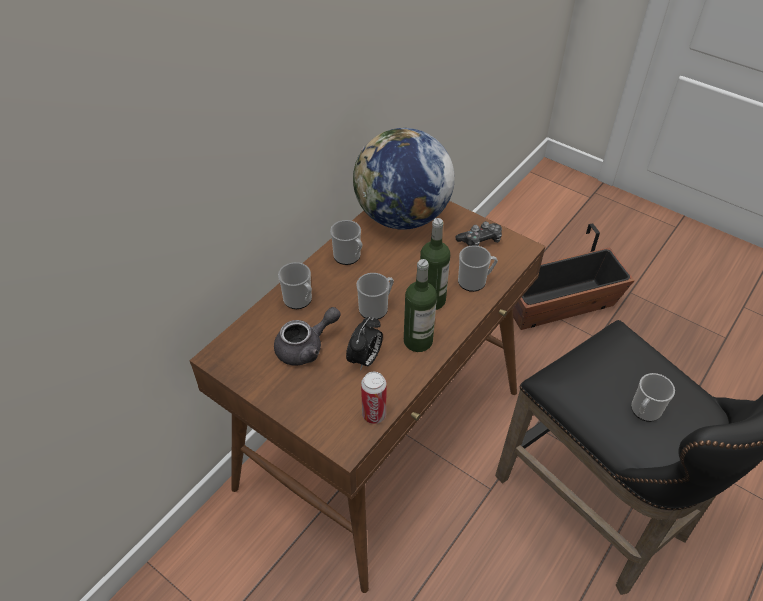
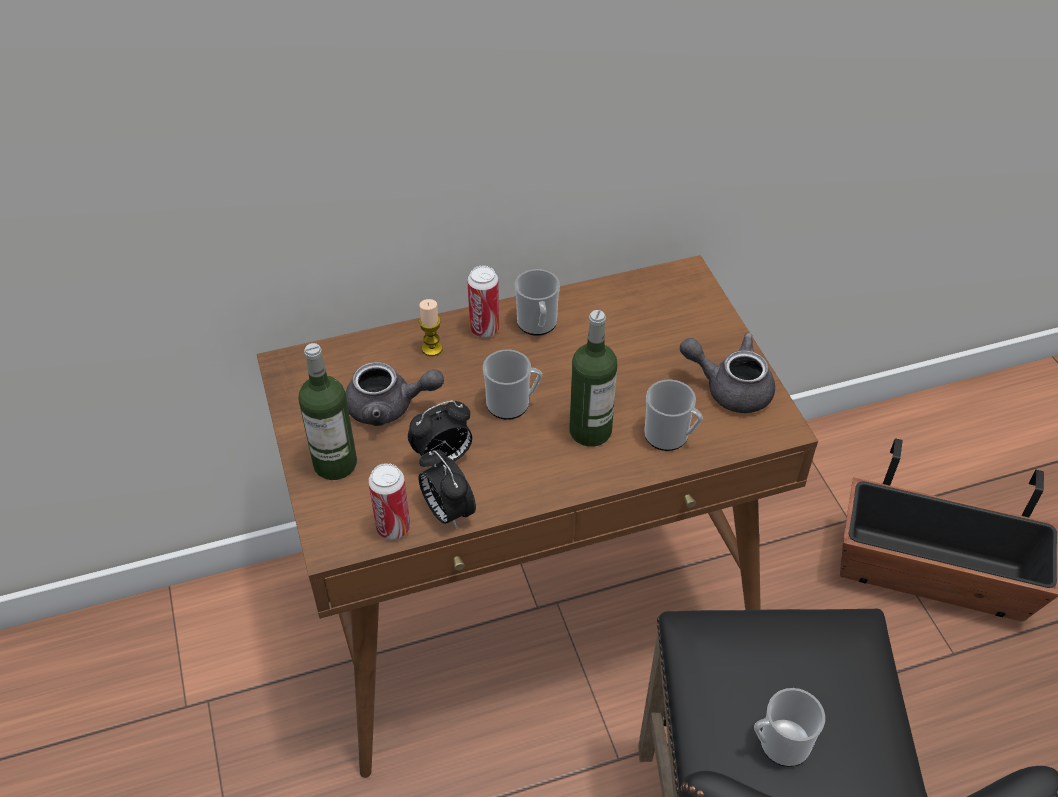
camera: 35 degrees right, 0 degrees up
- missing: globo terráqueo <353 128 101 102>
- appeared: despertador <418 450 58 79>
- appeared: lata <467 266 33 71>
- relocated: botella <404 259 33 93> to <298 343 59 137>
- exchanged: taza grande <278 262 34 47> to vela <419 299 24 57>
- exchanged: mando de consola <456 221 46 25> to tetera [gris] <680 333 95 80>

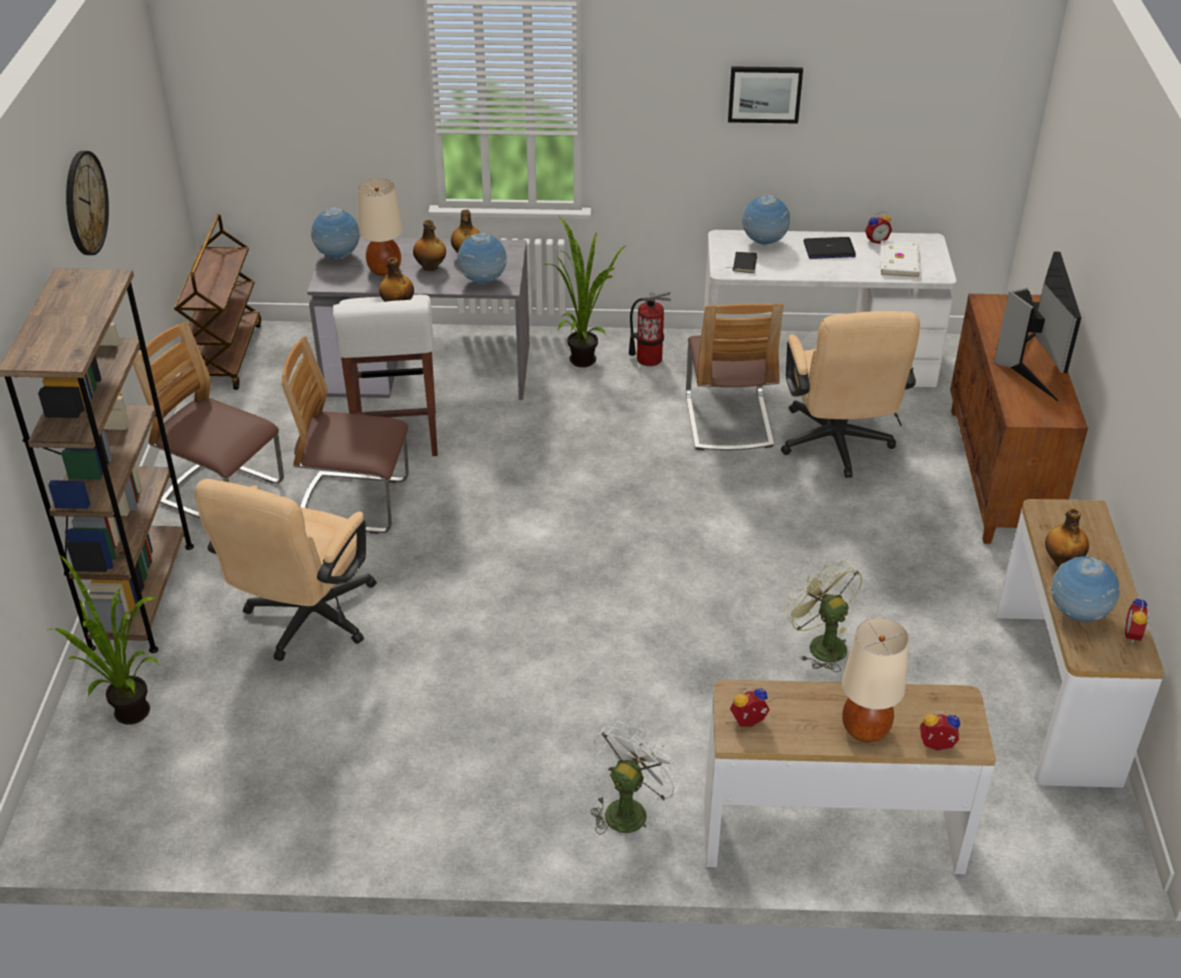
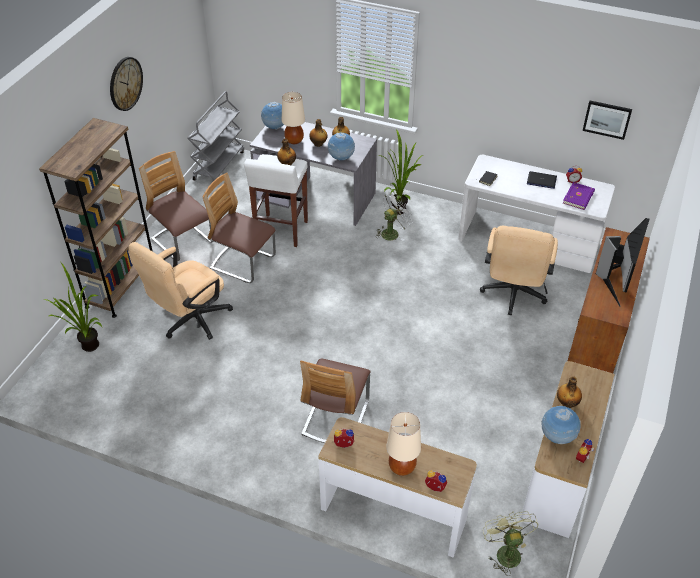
camera: 20 degrees right, 5 degrees up
- missing: extintor <629 291 42 75>
- missing: globo terráqueo <742 194 48 52>
- relocated: ventilador [blanco] <591 721 91 113> to <376 192 37 49>
- relocated: silla <686 304 98 146> to <300 359 70 84>
- relocated: cuadro <728 66 75 58> to <582 101 50 39>
- relocated: ventilador [verde] <784 560 79 112> to <483 511 56 65>
- colour: carrito [marrón] <174 214 87 176> to carrito [gris] <187 91 57 89>
- colour: libro [blanco] <880 240 40 38> to libro [morado] <563 182 32 28>

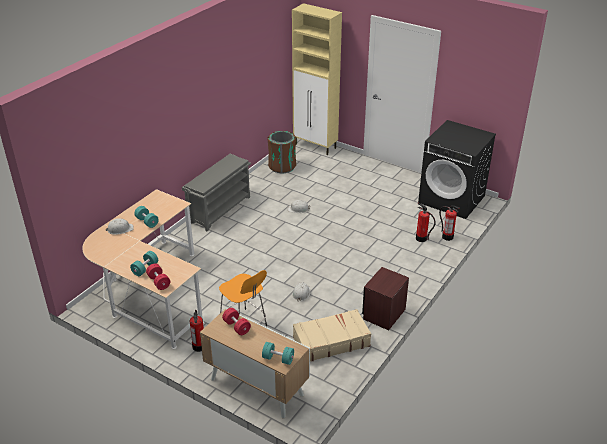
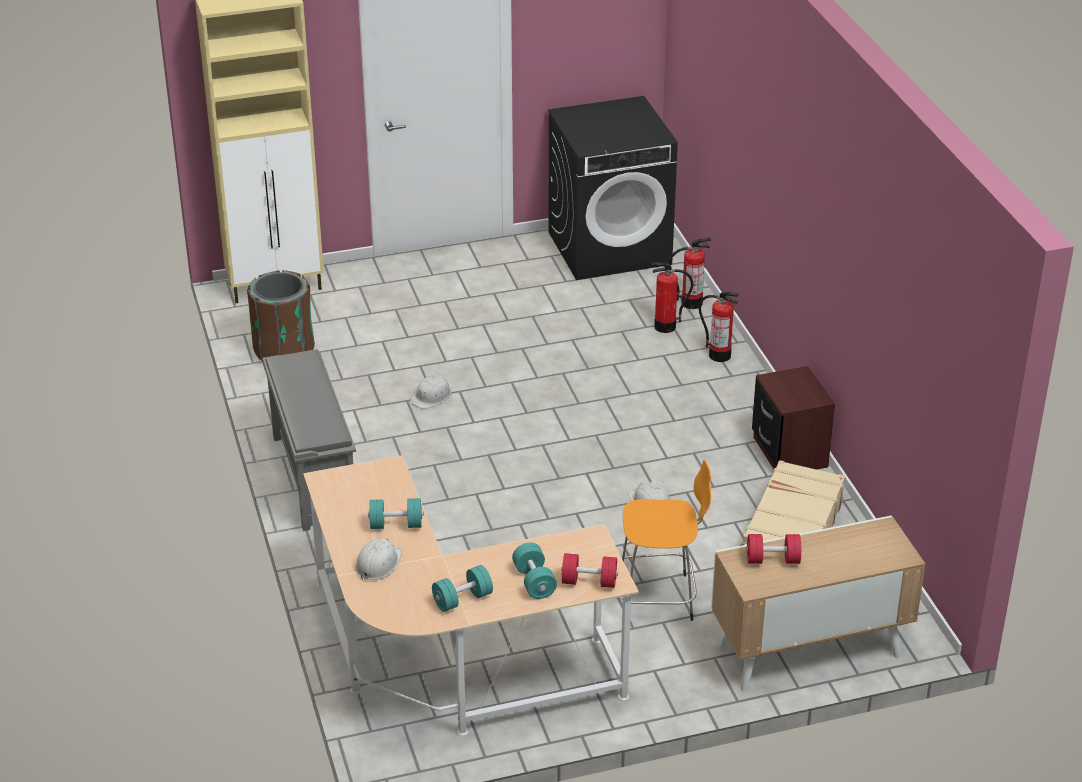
camera: 50 degrees left, 0 degrees up
- relocated: extintor <190 310 14 42> to <698 292 42 70>
- relocated: mancuerna [turquesa] <262 342 32 23> to <432 565 61 47>

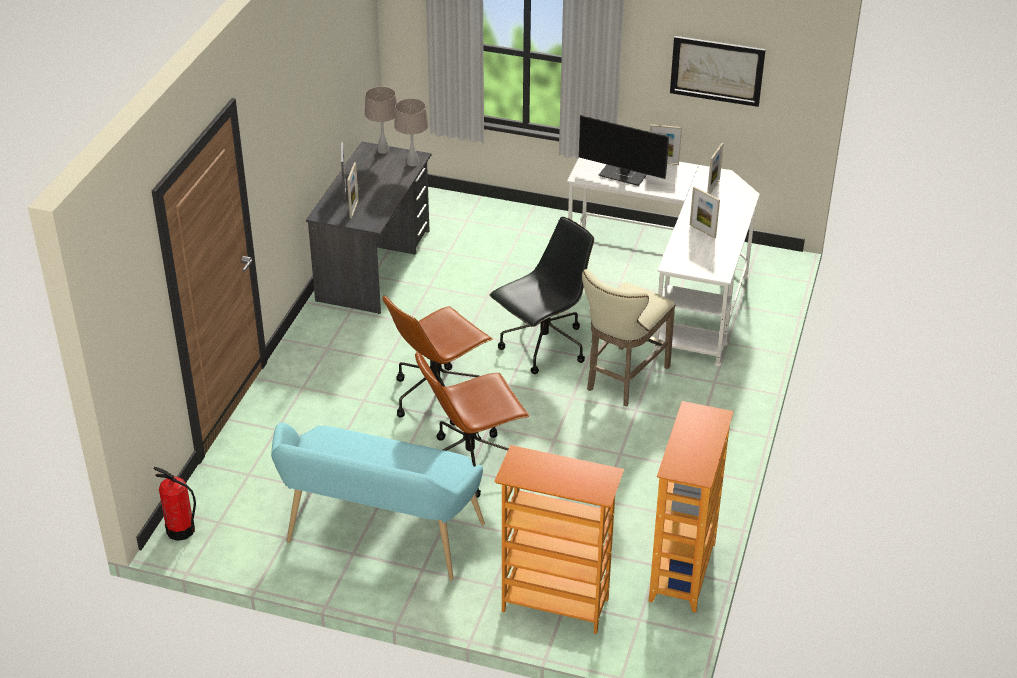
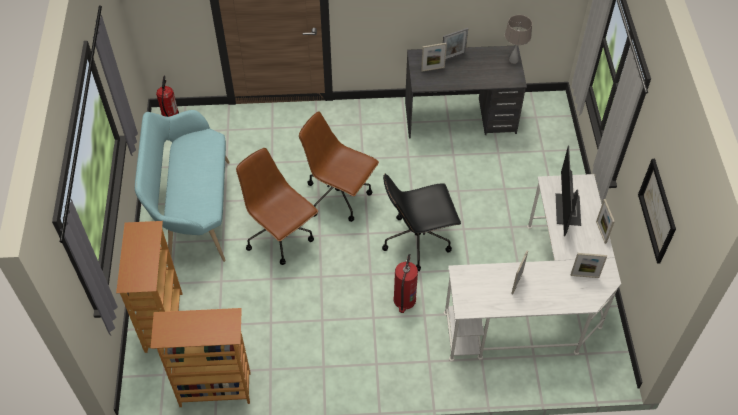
camera: 70 degrees right, 15 degrees up
- missing: lámpara de mesa [beis] <394 98 34 68>
- exchanged: taburete [beis] <582 269 93 138> to extintor <393 254 25 59>
- spun: silla de oficina [negro] <490 217 104 157> = <382 174 79 97> 135 degrees clockwise

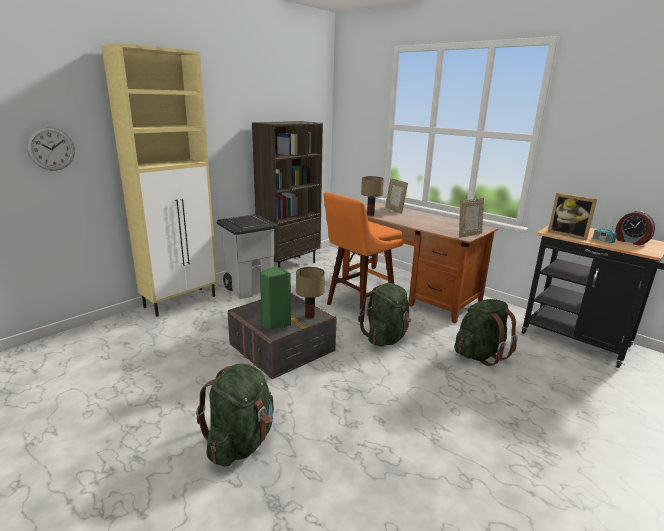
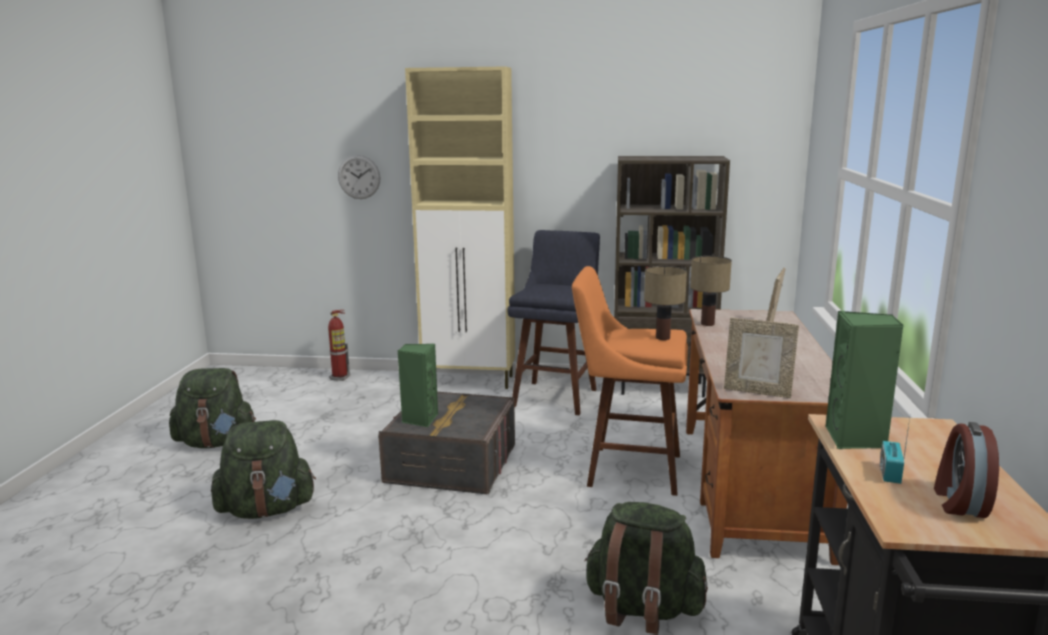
camera: 55 degrees right, 5 degrees down
- appeared: extintor <328 310 22 71>
- relocated: lámpara de mesa <296 267 29 51> to <644 266 43 74>
- relocated: mochila [verde] <358 283 53 64> to <169 368 87 80>
- exchanged: papelera [gris] <217 215 62 84> to taburete [azul] <508 230 92 185>
- exchanged: portarretratos <548 193 49 47> to altavoz [verde] <826 311 78 138>

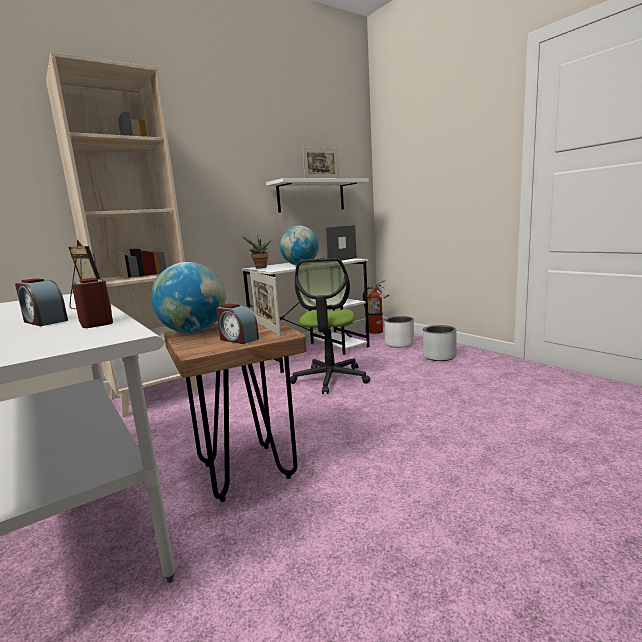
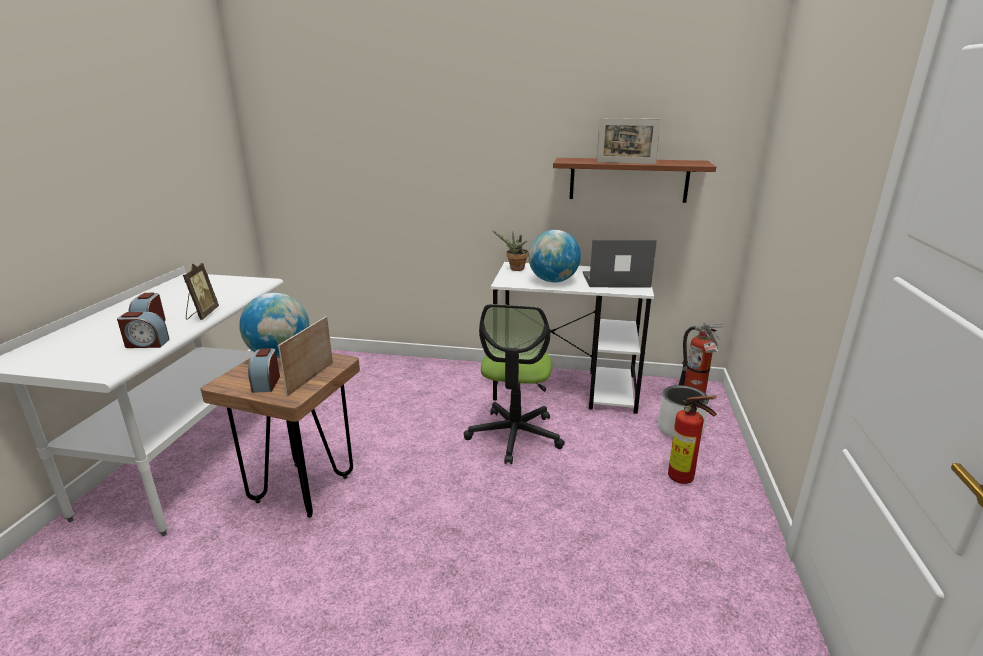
camera: 45 degrees right, 10 degrees up
- missing: estantería [beis] <46 52 153 366>
- exchanged: maceta [gris] <423 325 34 36> to extintor <668 396 49 88>
- colour: estante [blanco] <266 178 103 35> to estante [marrón] <553 158 163 45>
- spun: despertador <72 278 41 50> = <117 312 53 36> 75 degrees clockwise
- spun: silla de oficina <290 258 80 136> = <464 304 101 160> 45 degrees counterclockwise

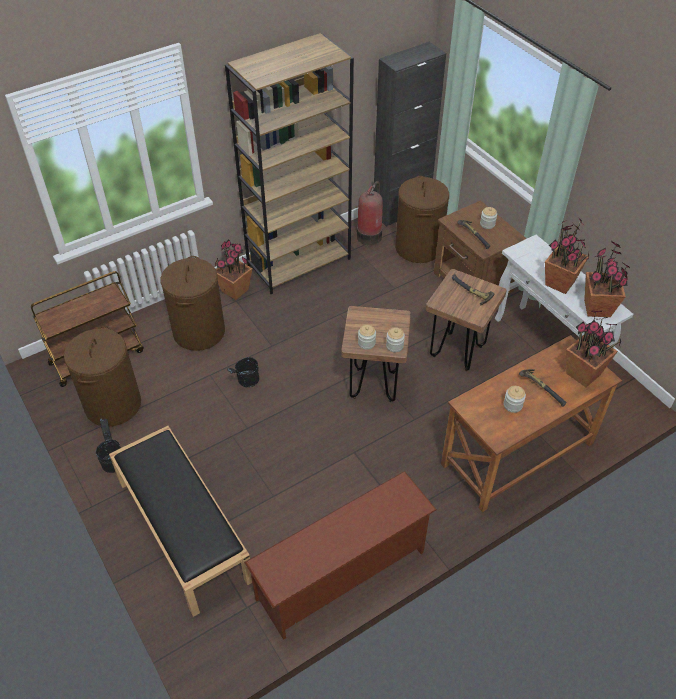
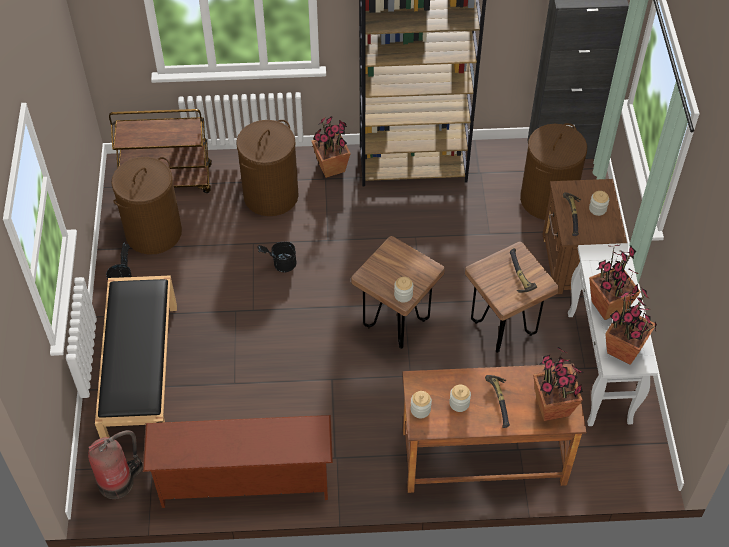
camera: 30 degrees right, 5 degrees up
- relocated: extintor <357 181 26 64> to <88 430 55 69>
- relocated: tarro <358 325 18 25> to <410 391 22 27>

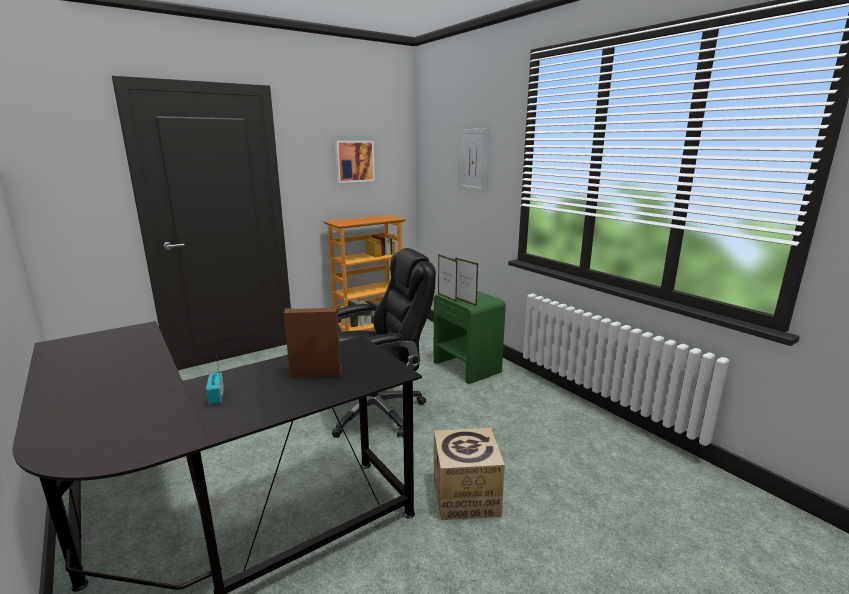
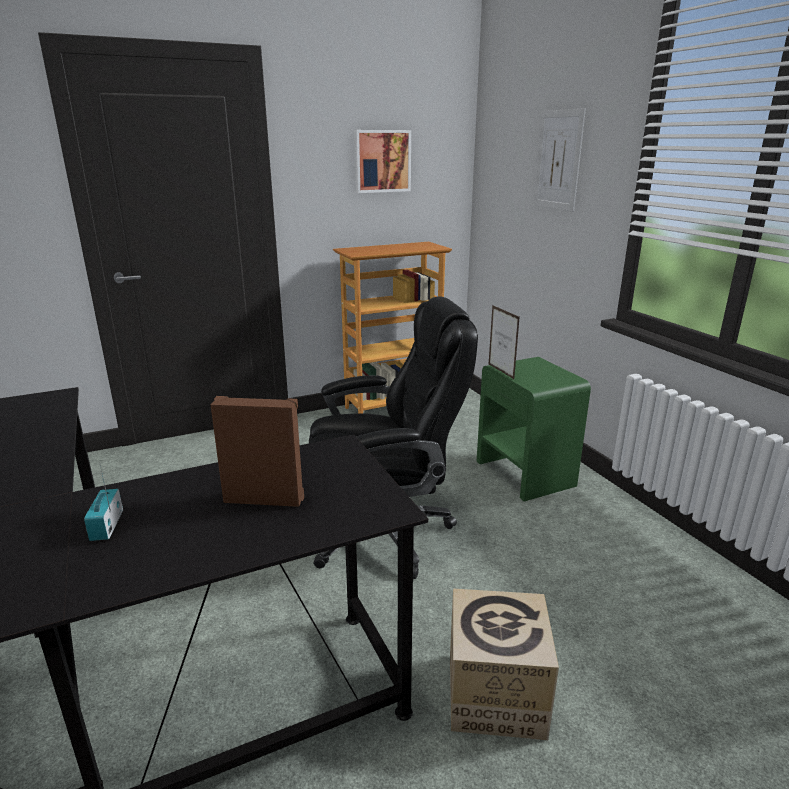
camera: 10 degrees right, 5 degrees up
- missing: portarretratos <455 257 23 49>

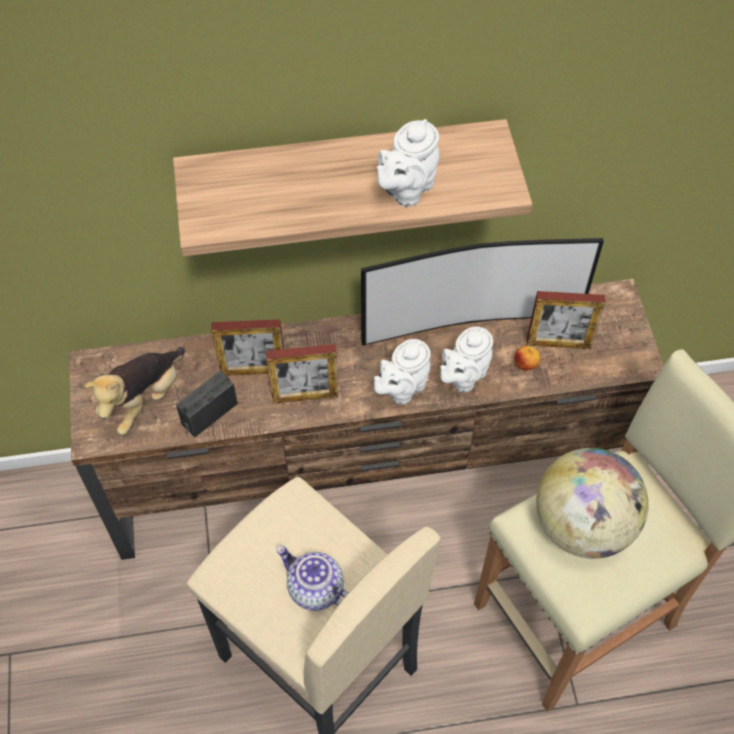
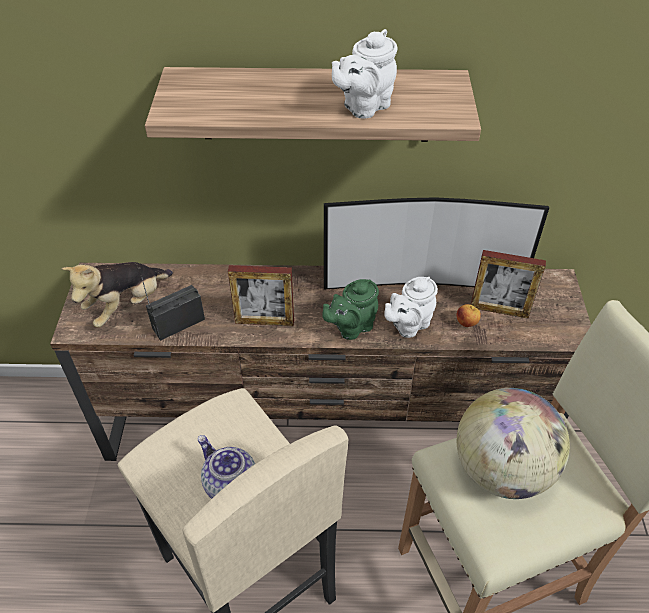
camera: 10 degrees right, 10 degrees down
- missing: portarretratos <211 319 73 57>
- colour: tetera [blanco] <374 339 57 66> to tetera [verde] <322 279 57 61>

